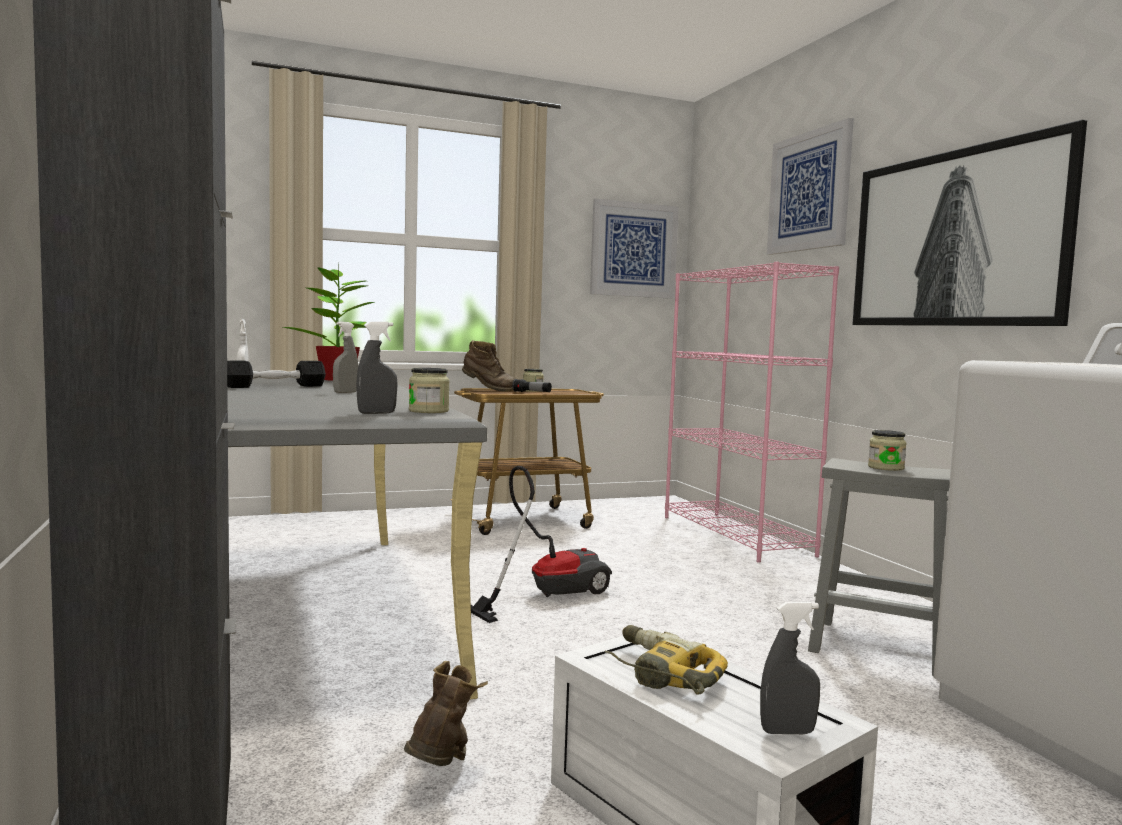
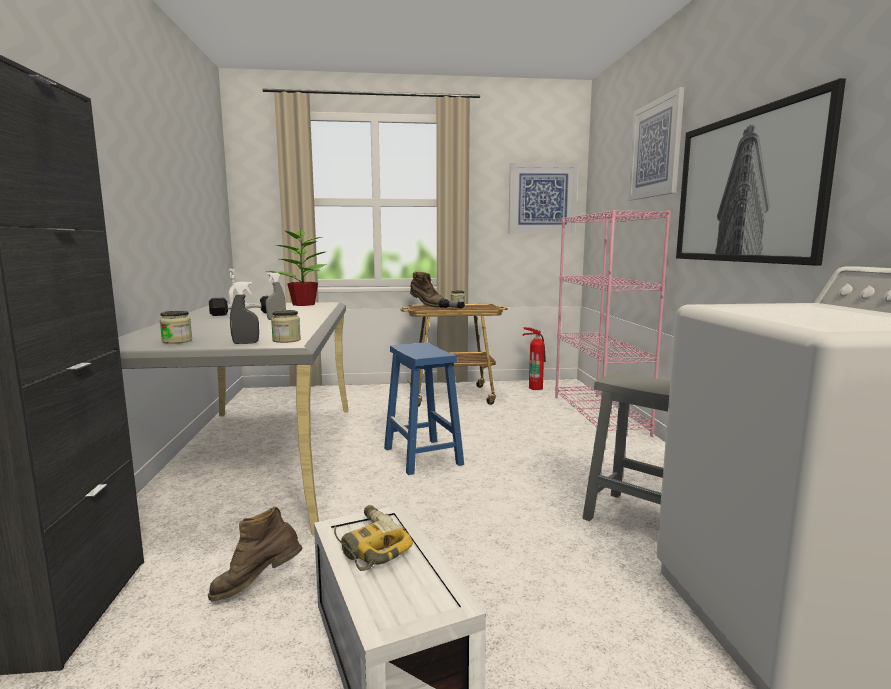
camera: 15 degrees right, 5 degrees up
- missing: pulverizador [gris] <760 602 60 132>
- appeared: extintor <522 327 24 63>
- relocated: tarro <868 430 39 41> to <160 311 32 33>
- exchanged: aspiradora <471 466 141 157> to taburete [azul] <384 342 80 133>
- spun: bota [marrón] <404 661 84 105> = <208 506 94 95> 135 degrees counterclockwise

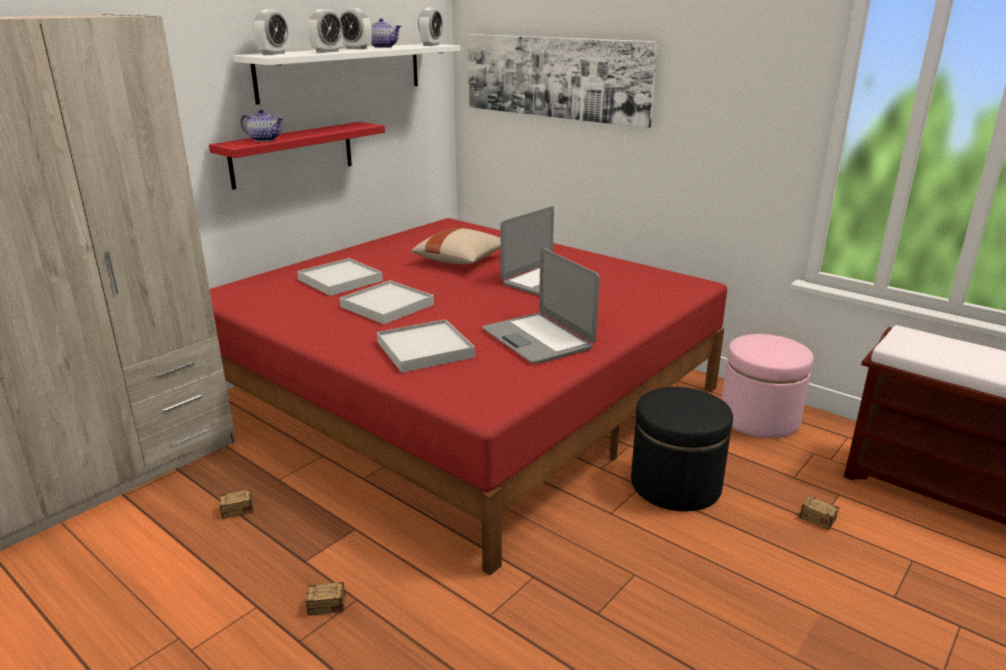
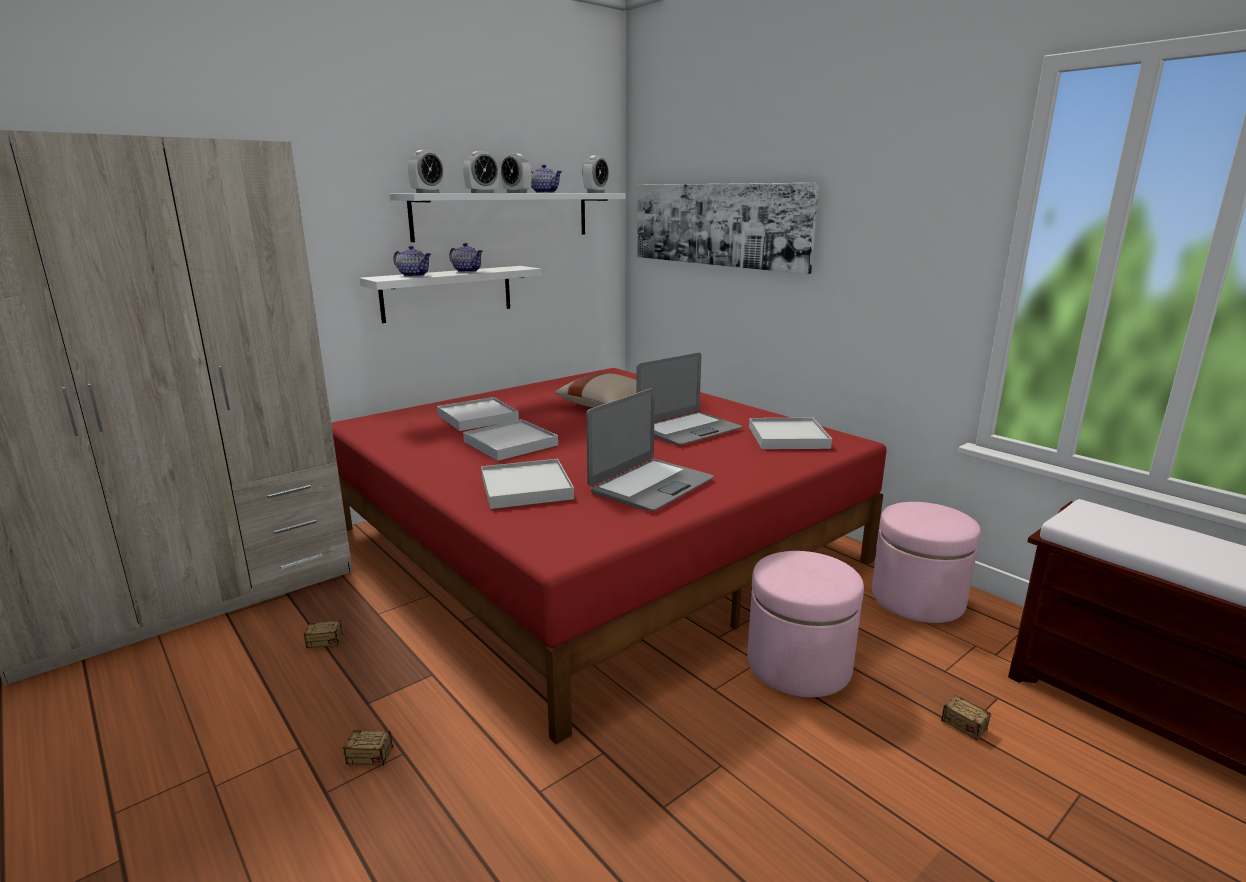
camera: 10 degrees right, 5 degrees down
- appeared: tetera <449 243 34 30>
- appeared: bandeja [blanco] <749 418 83 31>
- colour: estante [rojo] <209 122 176 68> to estante [blanco] <359 266 183 57>
- colour: puf [negro] <631 387 102 124> to puf [rosa] <747 551 117 146>
- spun: portátil <482 248 118 115> = <586 388 128 123> 120 degrees counterclockwise

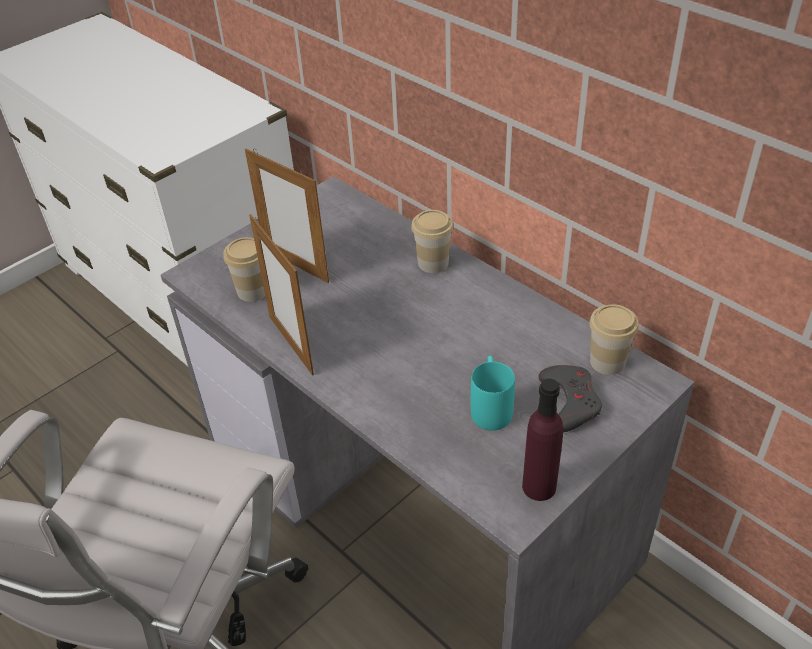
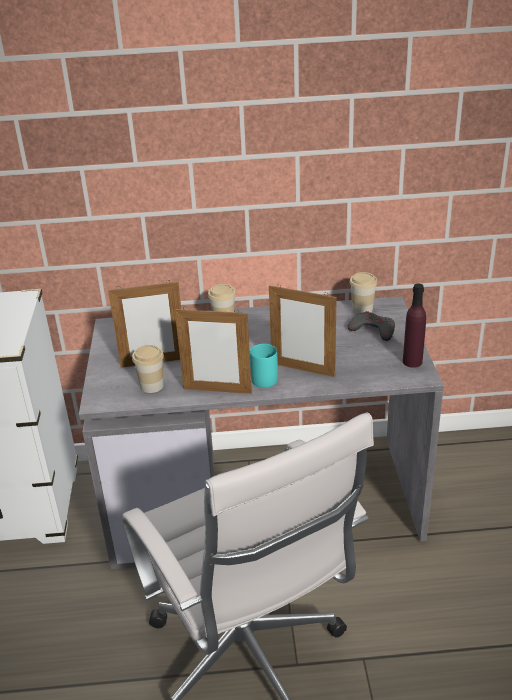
camera: 50 degrees left, 10 degrees down
- appeared: portarretratos <269 284 68 93>
- relocated: taza grande [turquesa] <471 356 44 75> to <249 344 29 44>

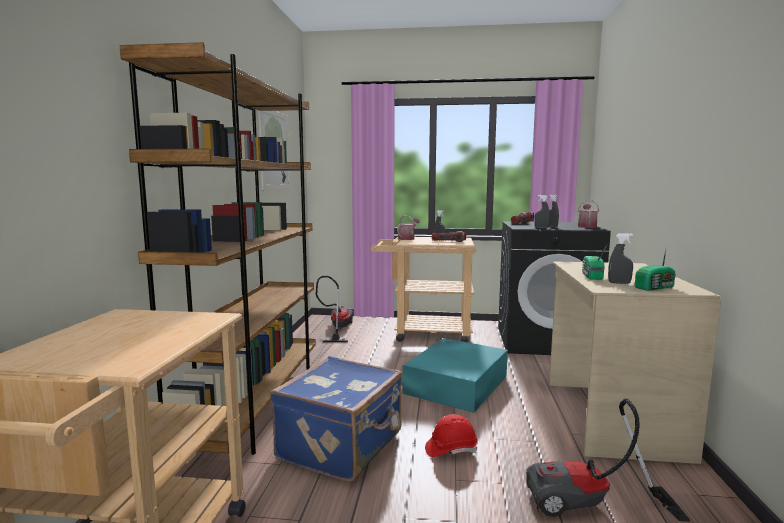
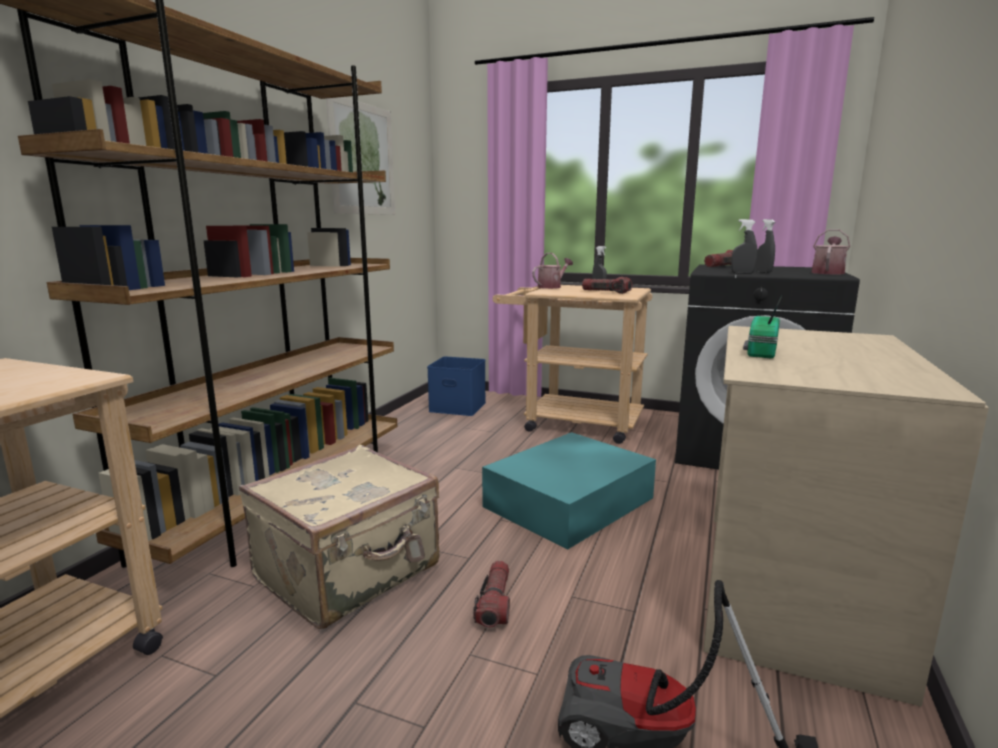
camera: 15 degrees right, 5 degrees up
- missing: pulverizador [gris] <608 233 25 51>
- missing: radio <635 249 41 42>
- exchanged: aspiradora <316 276 38 66> to caja de almacenaje [azul] <427 356 59 60>
- exchanged: casco [rojo] <425 414 53 43> to linterna <473 561 37 67>
- colour: maleta [azul] <270 356 132 126> to maleta [beis] <239 445 201 184>

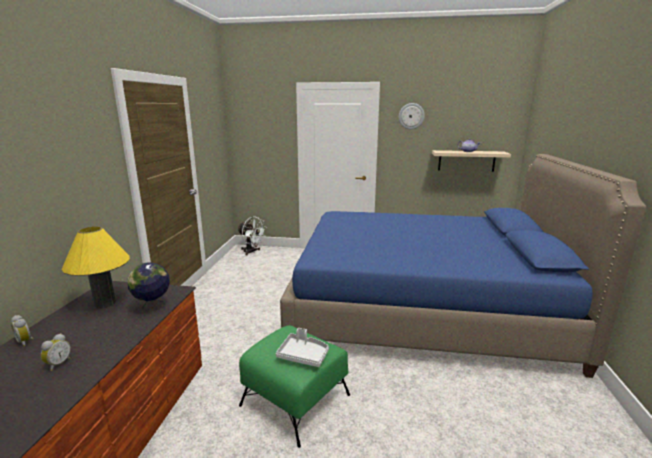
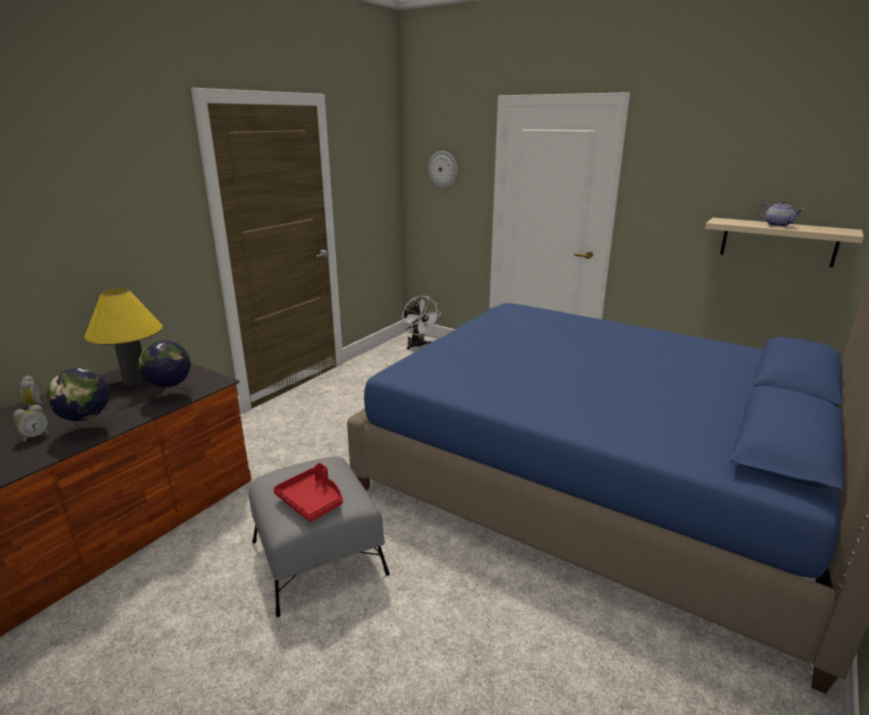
camera: 25 degrees right, 5 degrees up
- appeared: globo terráqueo <47 368 62 66>
- relocated: reloj de pared <399 103 26 26> to <428 151 30 37>
- colour: puf [verde] <239 325 111 123> to puf [gris] <249 457 141 160>
- colour: bandeja [gris] <276 328 53 39> to bandeja [rojo] <274 463 69 59>

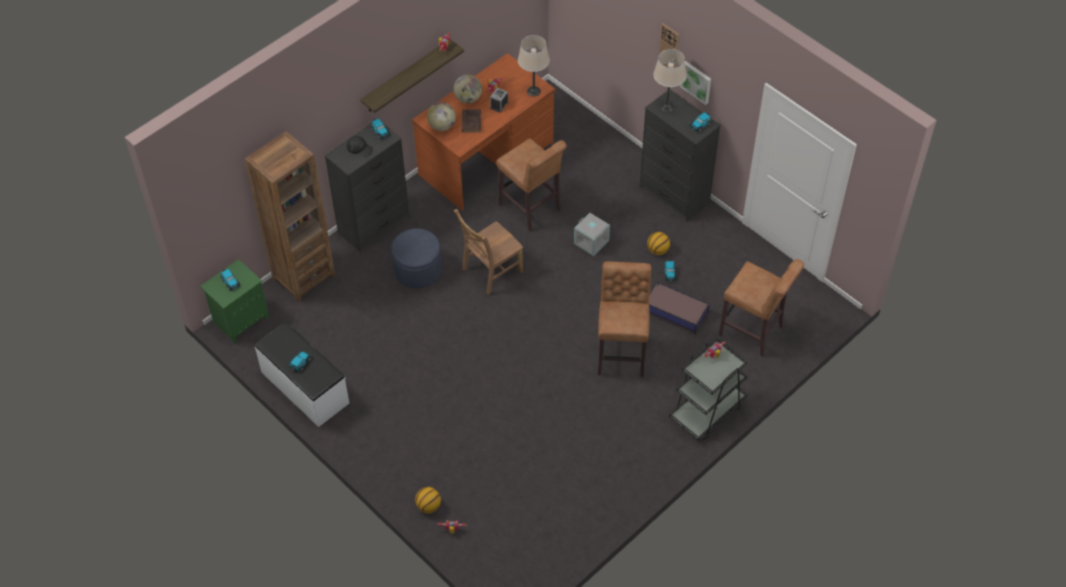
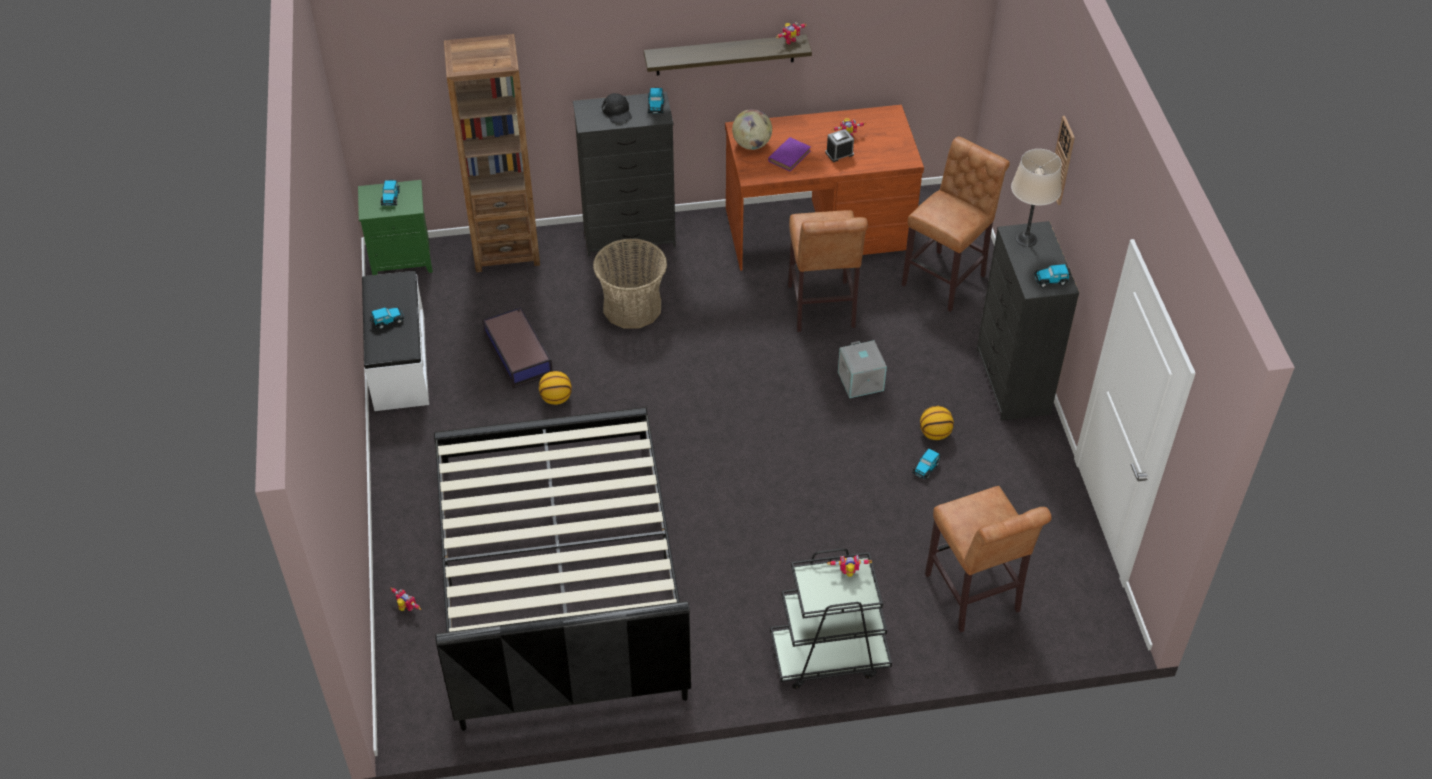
camera: 35 degrees right, 5 degrees down
- missing: globo terráqueo <453 75 29 28>
- missing: silla [marrón] <454 209 69 86>
- missing: lámpara de mesa [beis] <518 35 32 61>
- missing: cuadro <680 61 31 44>
- appeared: cama [negro] <434 407 257 324>
- relocated: balón de baloncesto <415 487 26 26> to <539 371 33 34>
- relocated: taburete [marrón] <598 261 53 116> to <902 137 108 175>
- relocated: caja de almacenaje <649 281 61 54> to <482 306 71 83>
- exchanged: puf [azul] <391 229 51 59> to cesta <593 239 74 89>
- colour: libro [marrón] <462 109 19 23> to libro [morado] <768 137 43 34>

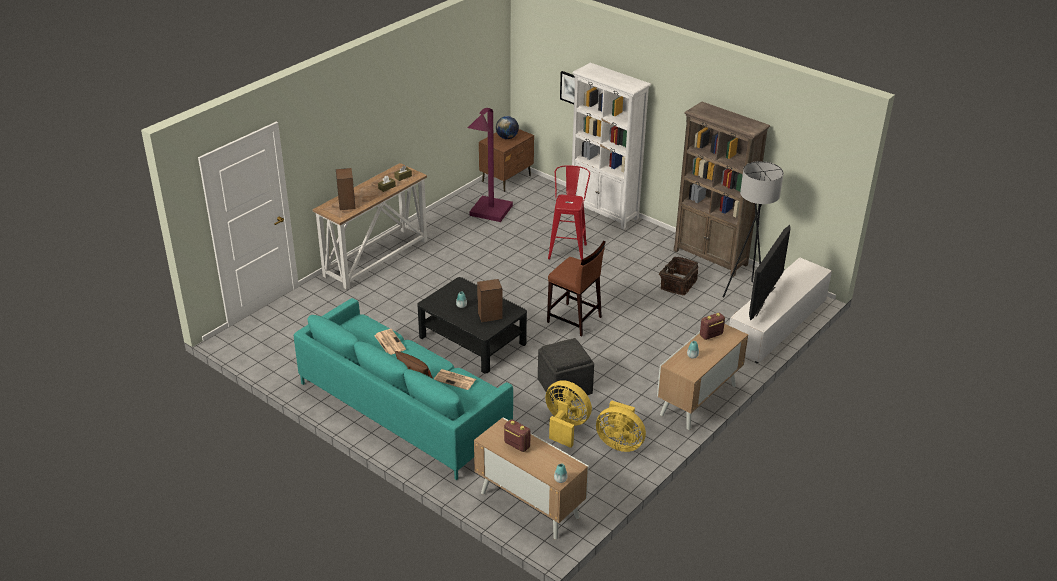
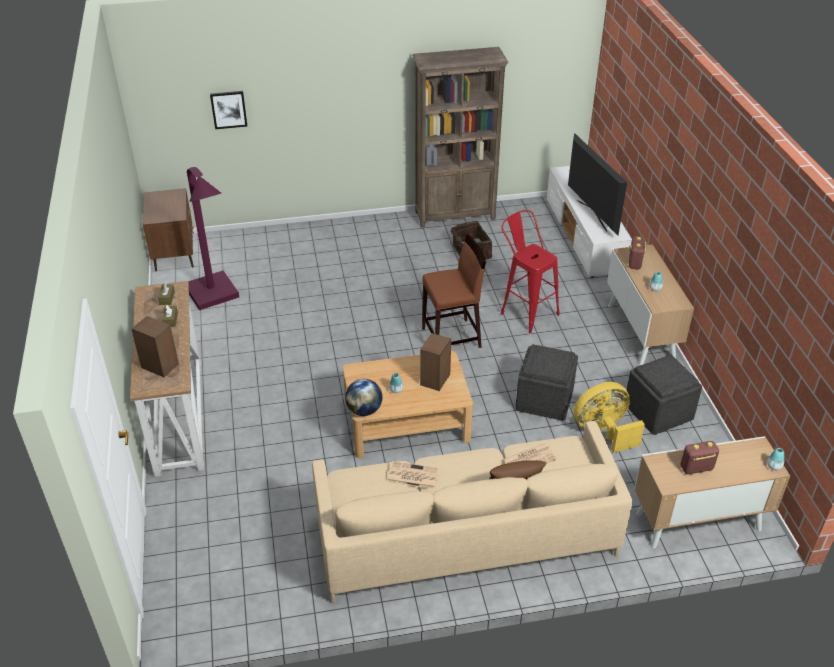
camera: 50 degrees left, 5 degrees up
- missing: estantería [blanco] <570 63 81 166>
- missing: lámpara de pie [gris] <723 161 61 137>
- relocated: globo terráqueo <496 116 23 23> to <345 379 37 37>
- relocated: taburete [rojo] <548 165 42 95> to <501 210 59 123>
- exchanged: ventilador [amarillo] <596 400 50 52> to puf [gris] <626 355 76 80>
- colour: sofá [turquesa] <294 298 219 182> to sofá [beis] <312 421 321 182>
- colour: mesa de centro [negro] <417 277 110 96> to mesa de centro [beis] <343 351 130 107>

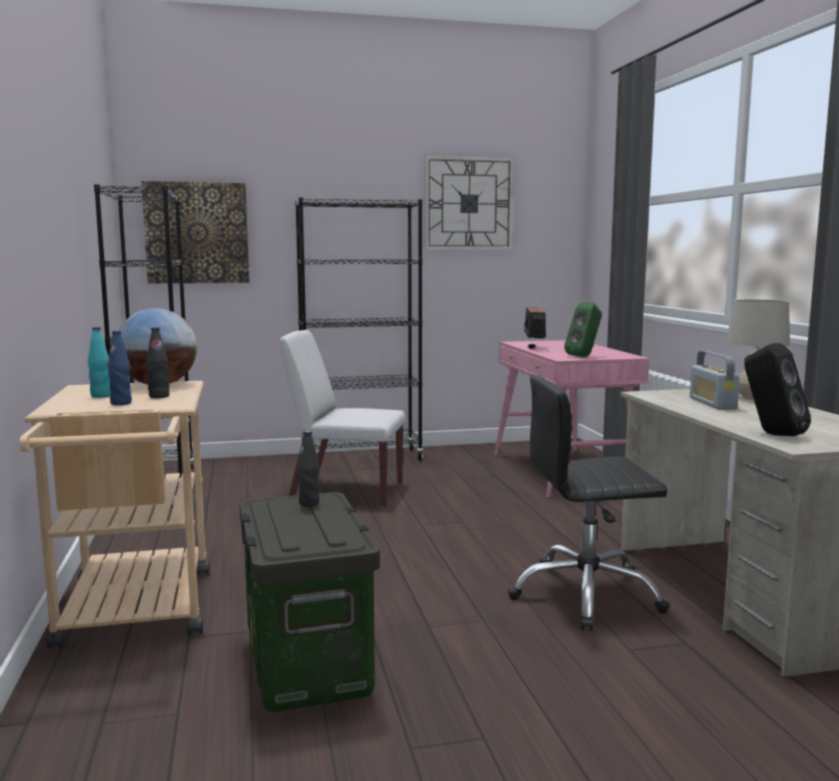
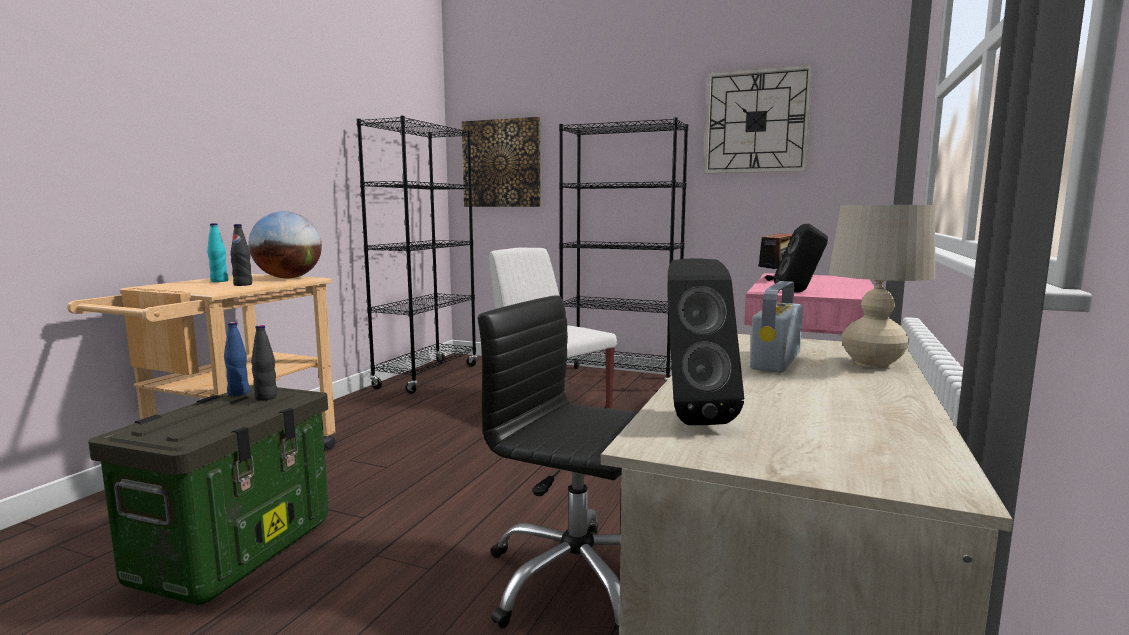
camera: 35 degrees right, 0 degrees up
- relocated: botella [azul] <108 331 24 74> to <224 322 26 74>
- colour: altavoz [verde] <564 302 38 55> to altavoz [negro] <774 224 54 68>

